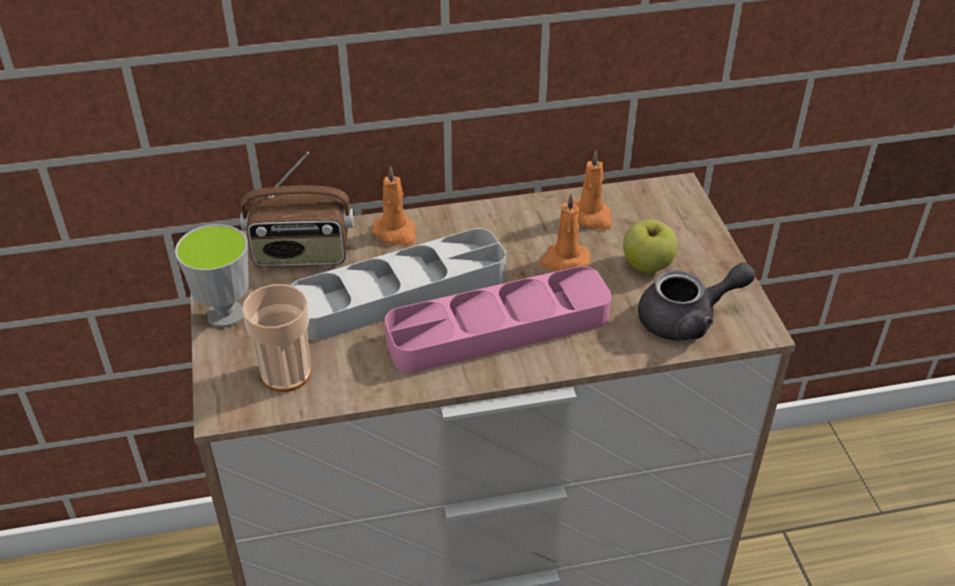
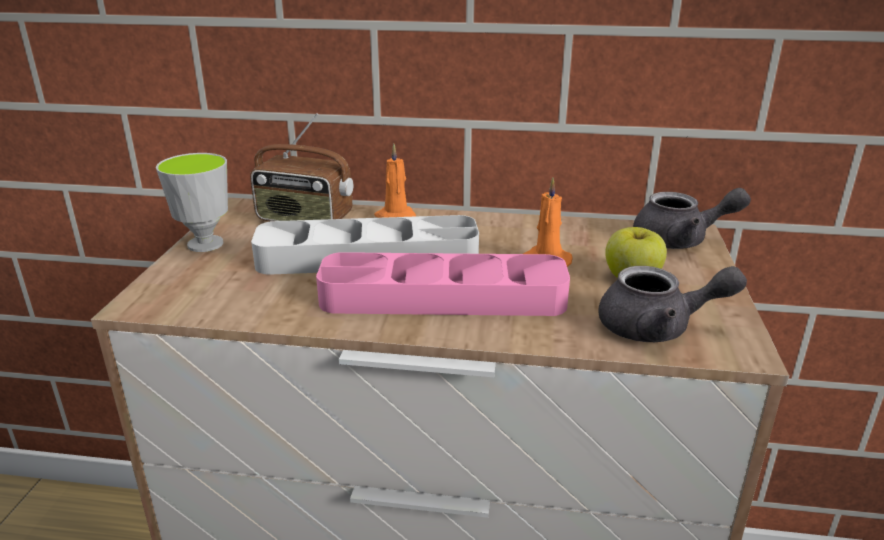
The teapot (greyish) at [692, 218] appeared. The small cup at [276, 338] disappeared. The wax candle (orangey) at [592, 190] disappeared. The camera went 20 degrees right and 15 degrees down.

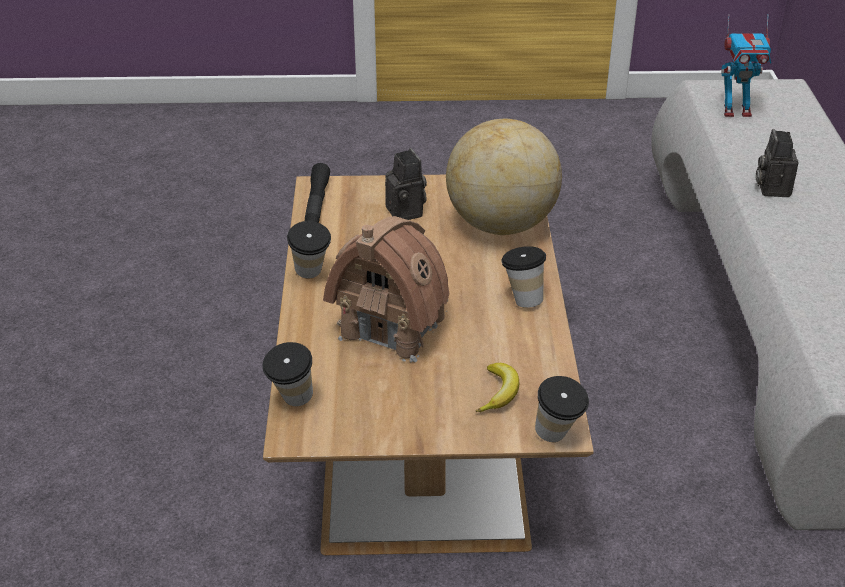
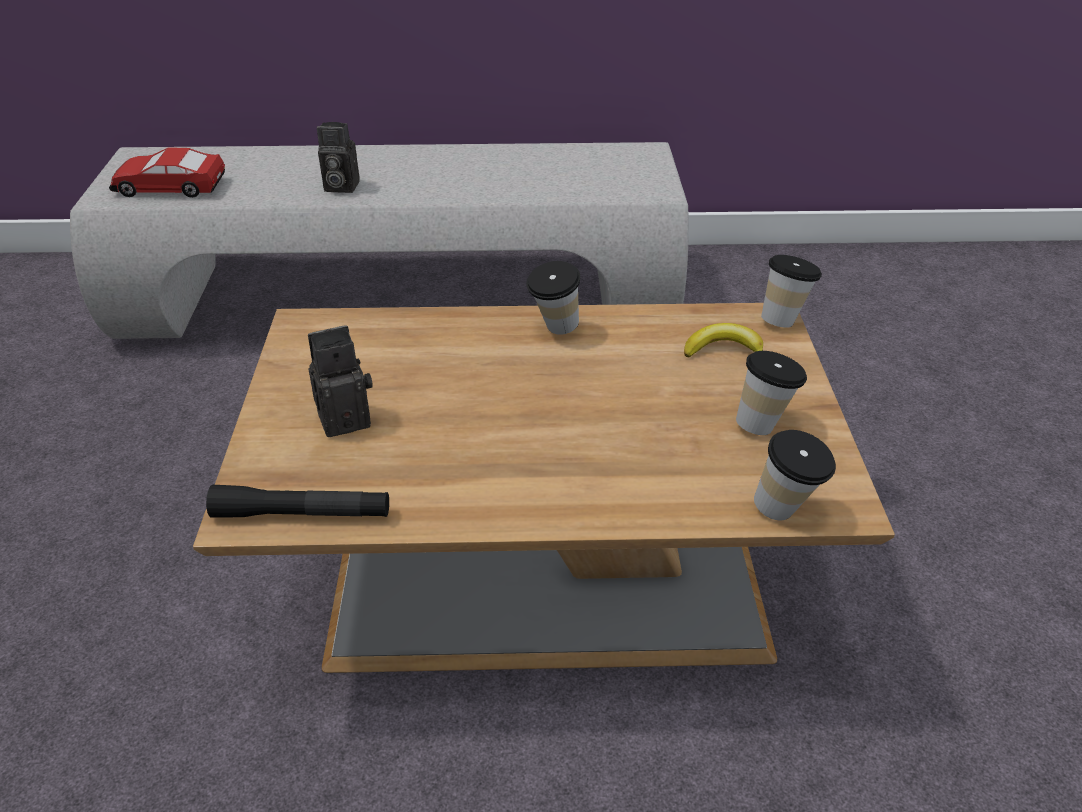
The toy robot at [746, 65] was replaced by the toy car at [167, 172]. The small cup moved from [309, 249] to [771, 393]. The toy house at [386, 289] disappeared. The globe at [504, 177] disappeared. The camera went 90 degrees left and 0 degrees up.

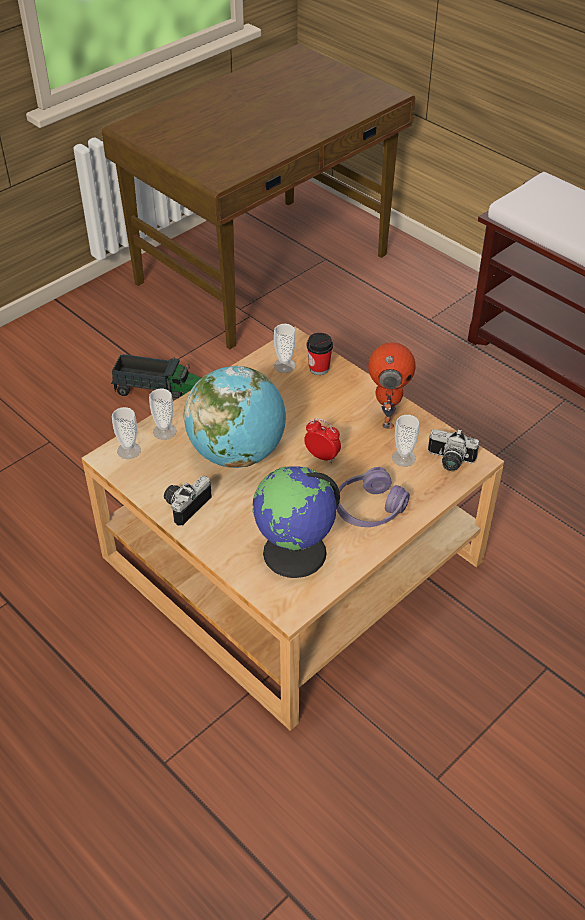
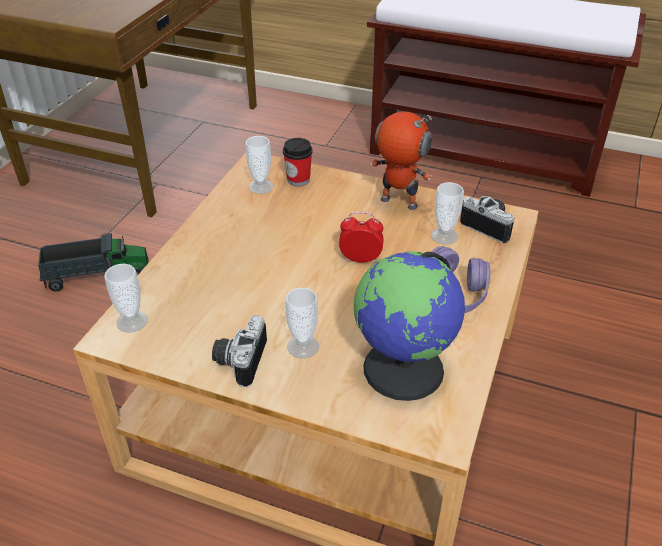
The small cup moved from [163, 414] to [302, 323]. The toy robot at [391, 386] turned 45 degrees counterclockwise. The photo camera at [453, 450] turned 135 degrees counterclockwise. The globe at [235, 417] disappeared. The camera went 25 degrees left and 5 degrees down.

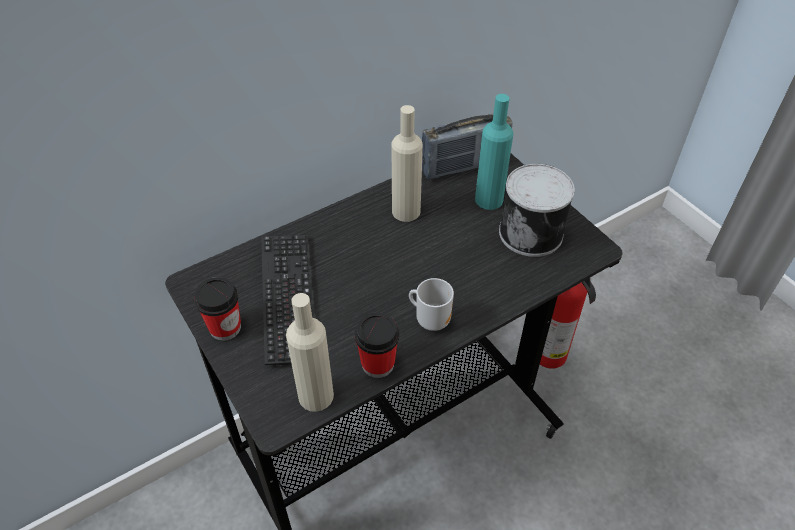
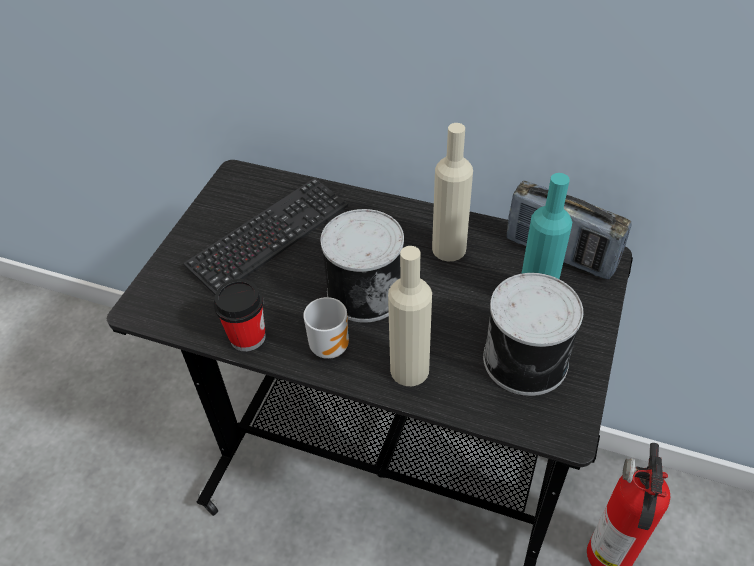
The can at [362, 266] appeared. The drink bottle (sand-coloured) moved from [310, 352] to [410, 316]. The small cup at [217, 309] disappeared. The camera went 55 degrees right and 0 degrees up.

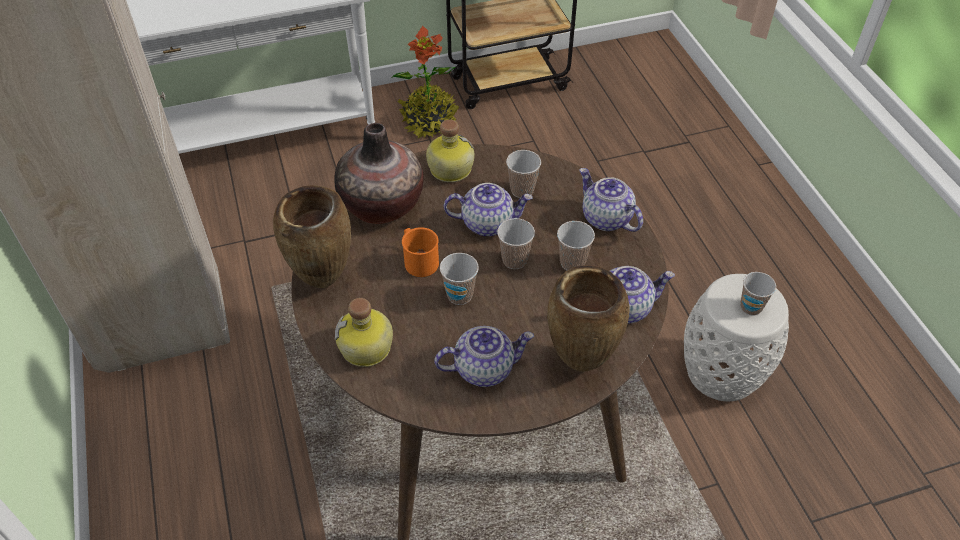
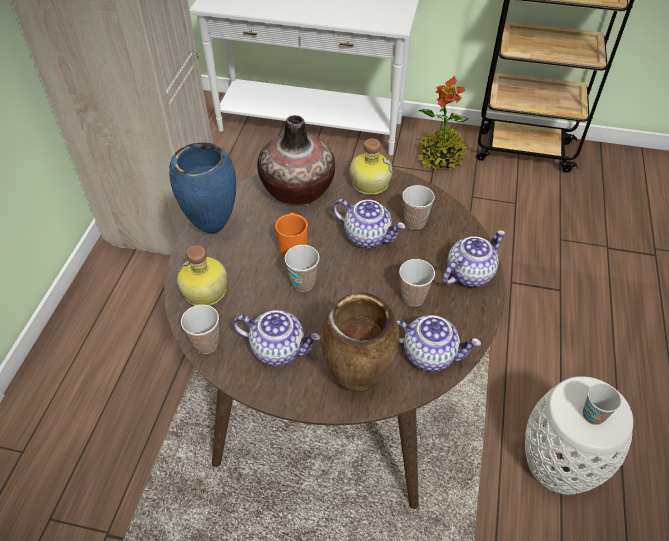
The flower vase (brownish) at [312, 236] became the flower vase (blue-coloured) at [202, 188]. The small cup moved from [516, 243] to [200, 329]. The teapot at [611, 200] turned 60 degrees clockwise. The camera went 30 degrees right and 0 degrees up.

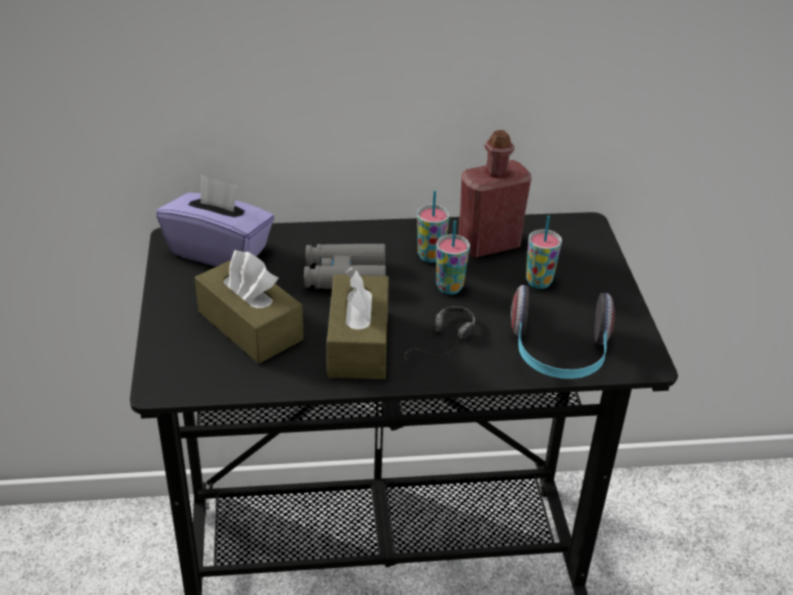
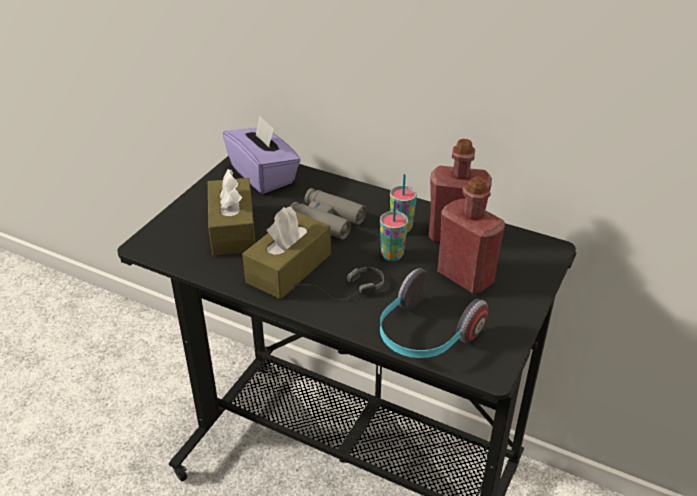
The small cup at [544, 252] was replaced by the drink bottle (reddish) at [471, 235]. The camera went 35 degrees right and 0 degrees up.

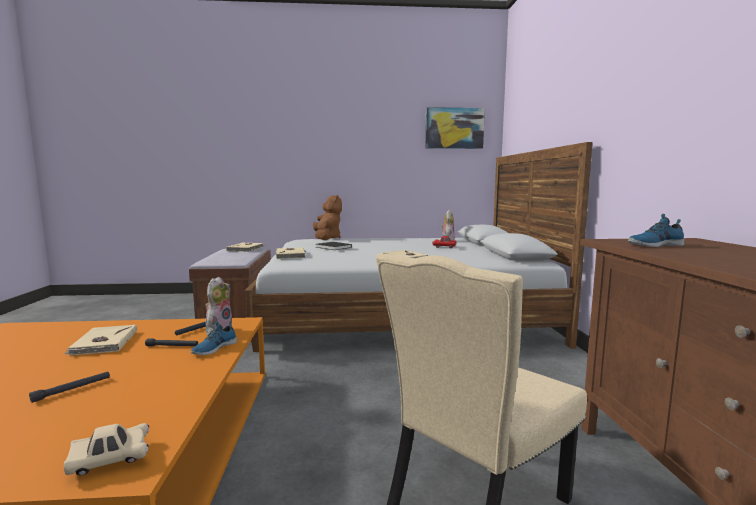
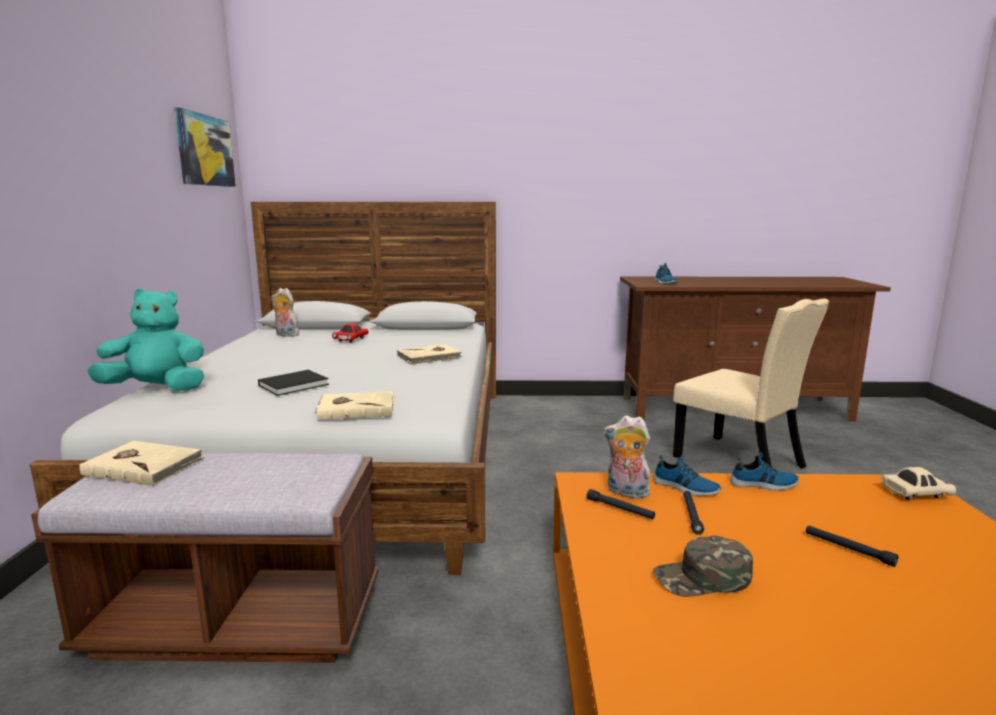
The plush toy (brownish) at [327, 217] became the plush toy (turquoise-coloured) at [145, 339]. The book (sand-coloured) at [100, 340] was replaced by the peaked cap (greenish) at [703, 566]. The item of footwear at [764, 471] appeared. The toy car (sand-coloured) at [106, 449] turned 105 degrees clockwise. The camera went 85 degrees left and 5 degrees up.

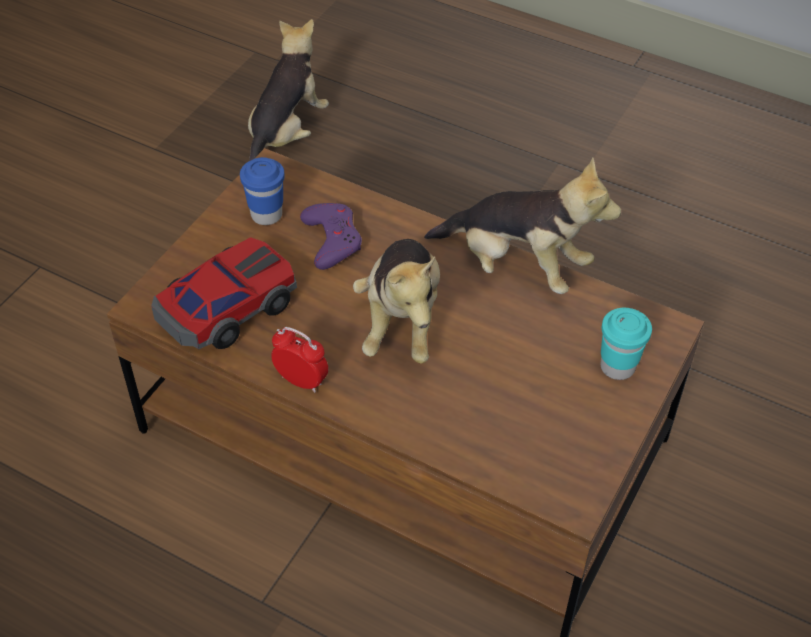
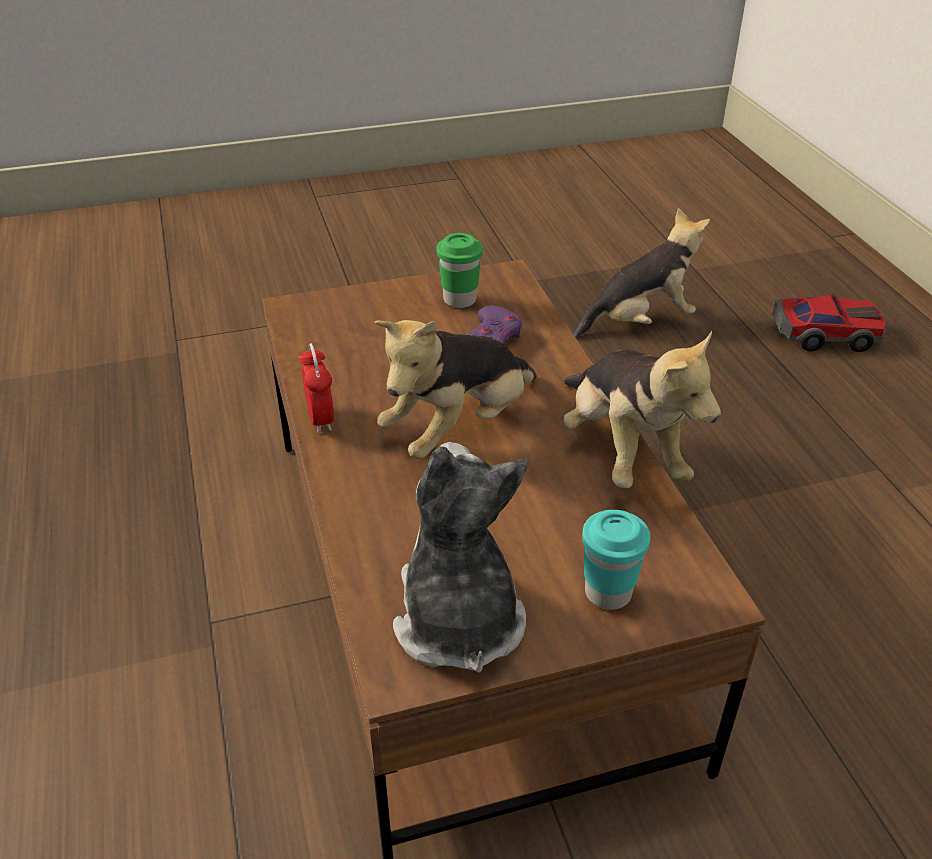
The plush toy at [460, 557] appeared. The small cup (blue-coloured) at [262, 191] became the small cup (greenish) at [459, 270]. The toy car moved from [224, 293] to [829, 323]. The camera went 45 degrees right and 10 degrees down.

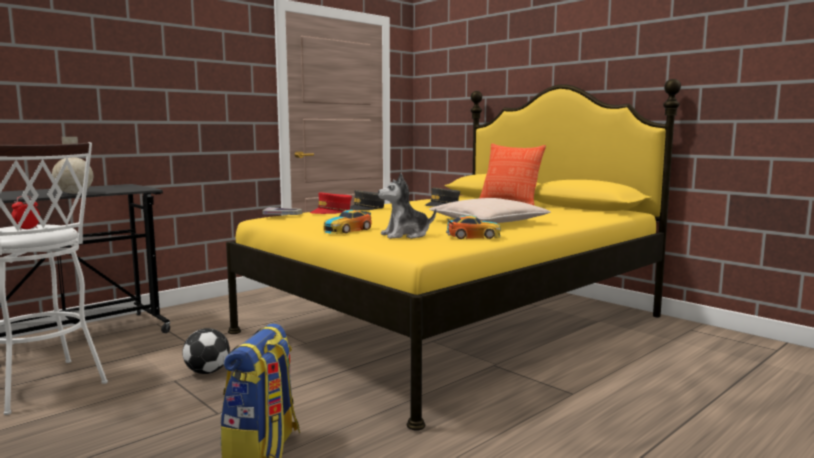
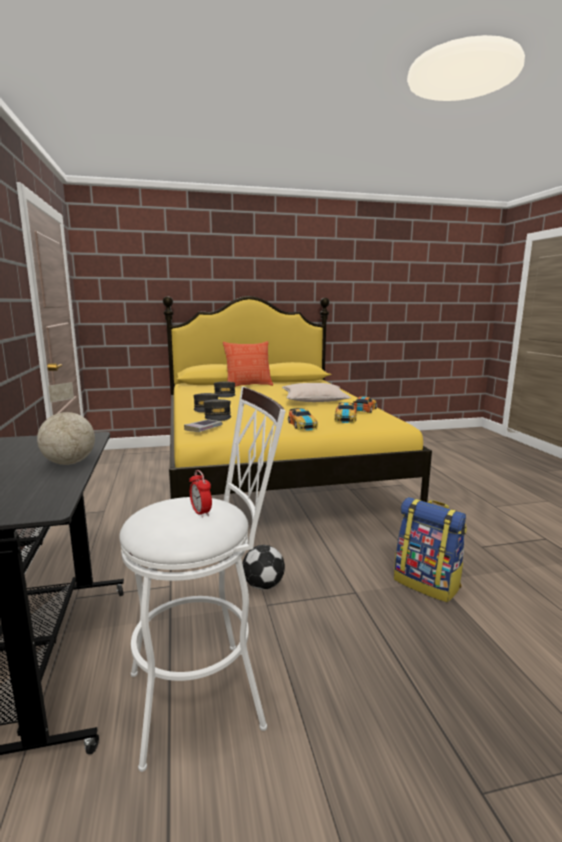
The peaked cap (reddish) at [331, 203] became the peaked cap (greyish) at [217, 410]. The plush toy at [407, 206] was replaced by the toy car at [345, 412]. The camera went 60 degrees left and 5 degrees up.

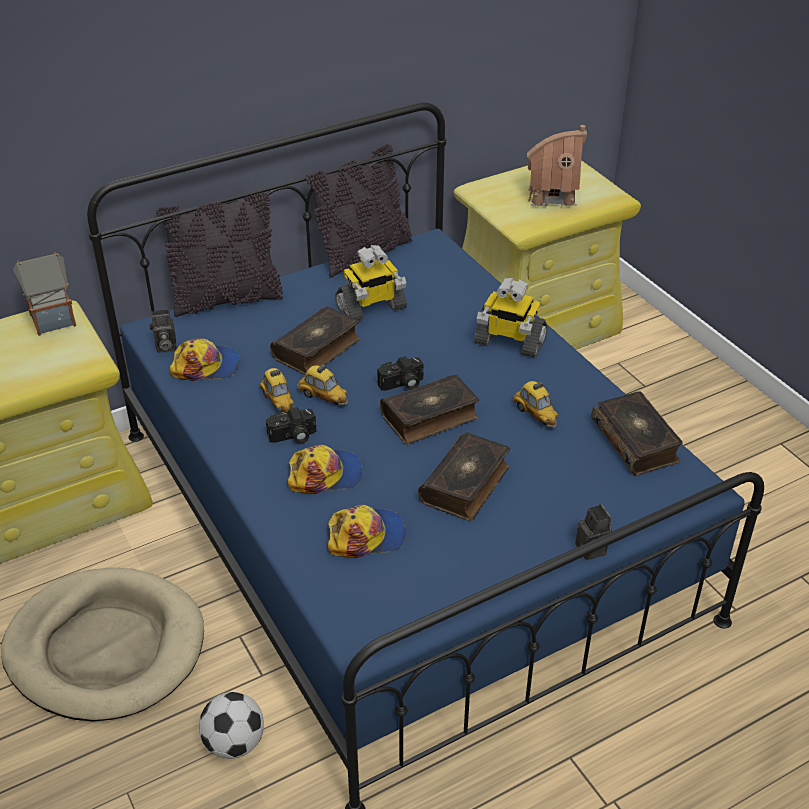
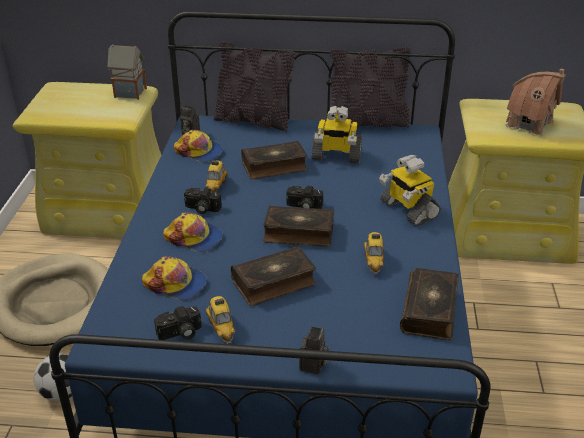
The photo camera at [178, 323] appeared. The toy car moved from [322, 384] to [220, 320]. The camera went 35 degrees right and 5 degrees down.

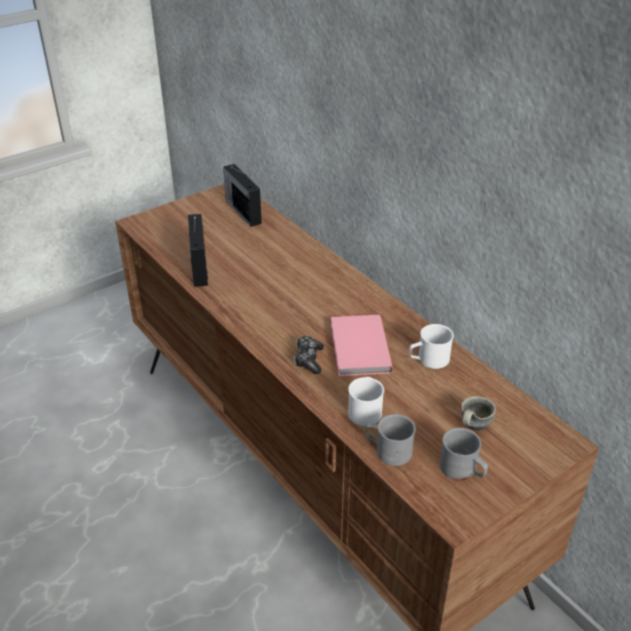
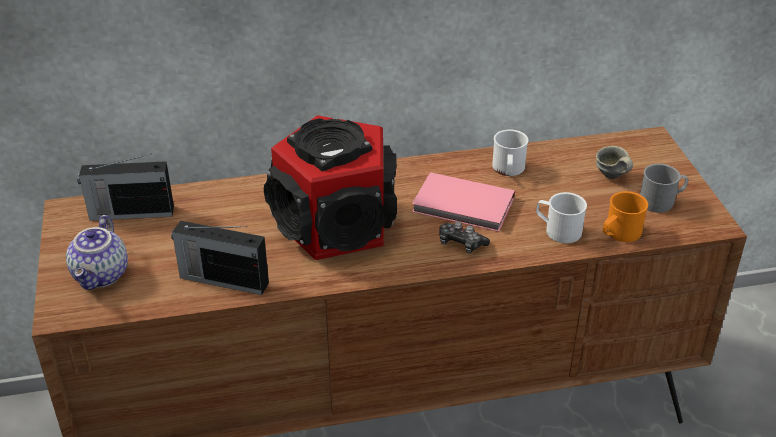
The teapot at [97, 252] appeared. The speaker at [330, 187] appeared. The mug (greyish) at [390, 440] became the mug (orangey) at [625, 216]. The camera went 65 degrees left and 0 degrees up.

